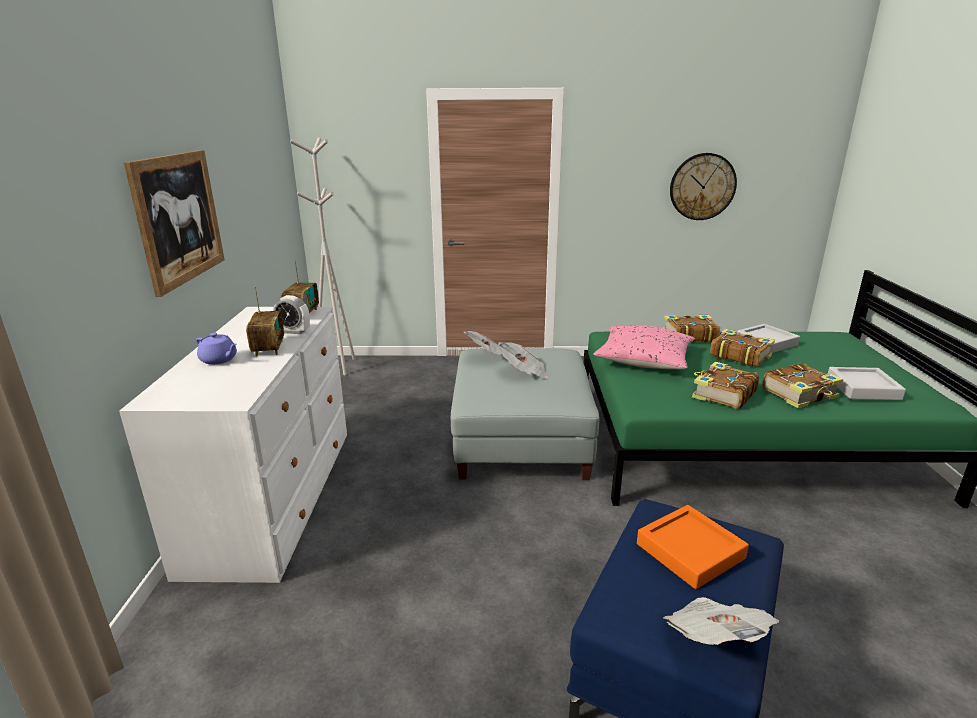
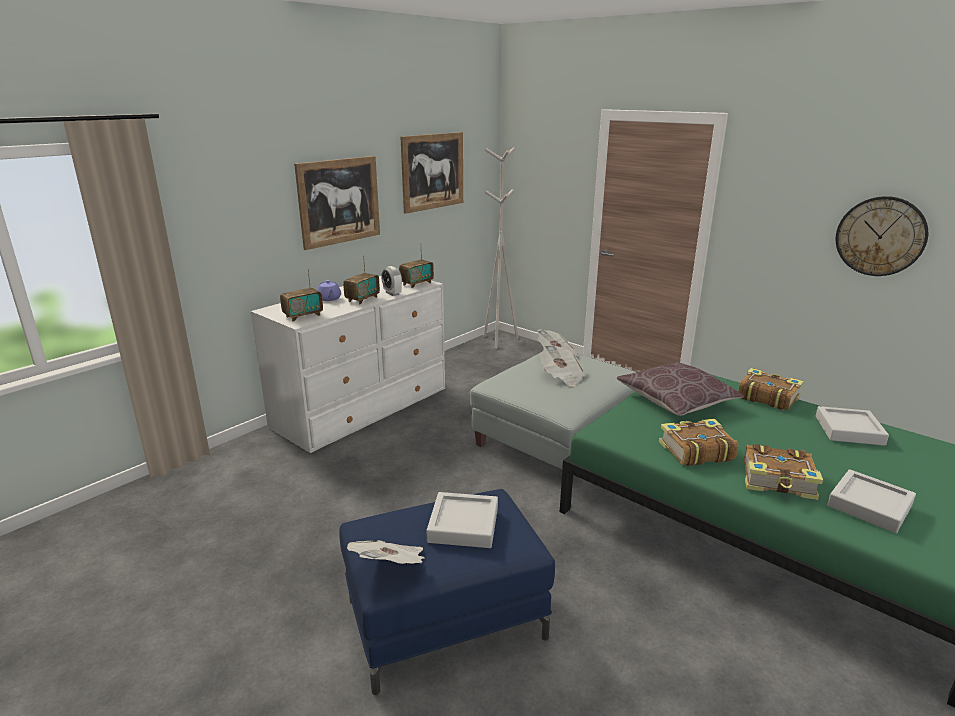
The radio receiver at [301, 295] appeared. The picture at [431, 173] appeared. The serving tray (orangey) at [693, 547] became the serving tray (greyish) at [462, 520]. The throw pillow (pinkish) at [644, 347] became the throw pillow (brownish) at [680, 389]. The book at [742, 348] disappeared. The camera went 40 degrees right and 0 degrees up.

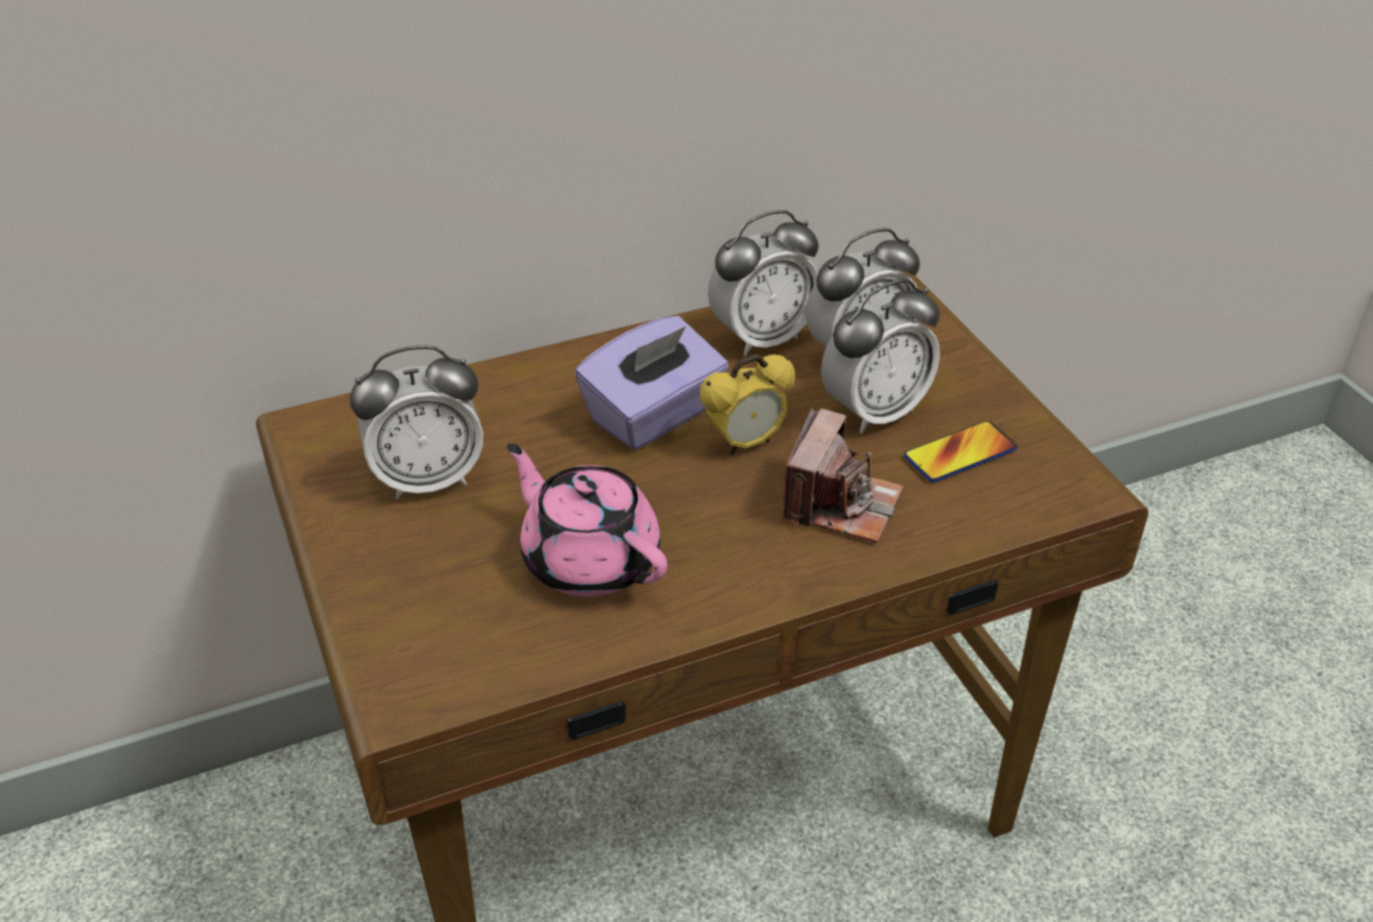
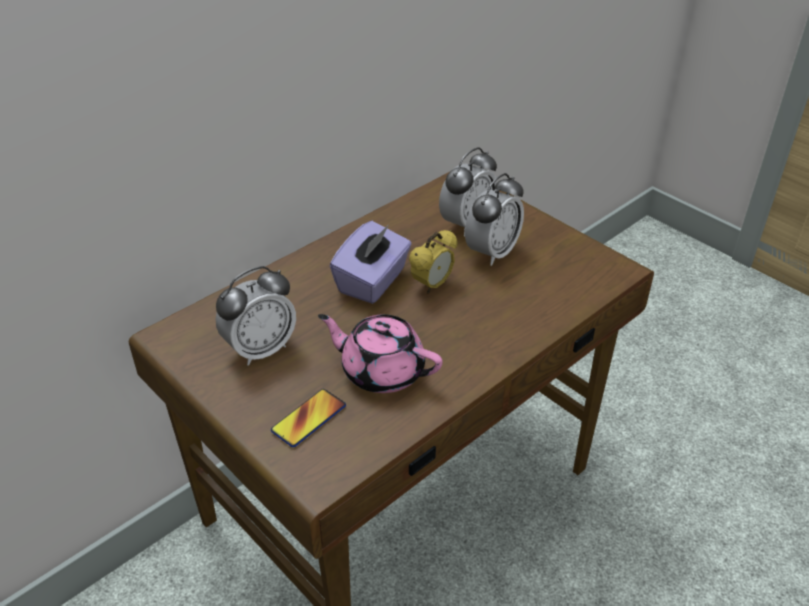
The phone moved from [960, 451] to [308, 418]. The bedside clock at [763, 283] disappeared. The photo camera at [842, 475] disappeared. The camera went 20 degrees left and 0 degrees up.

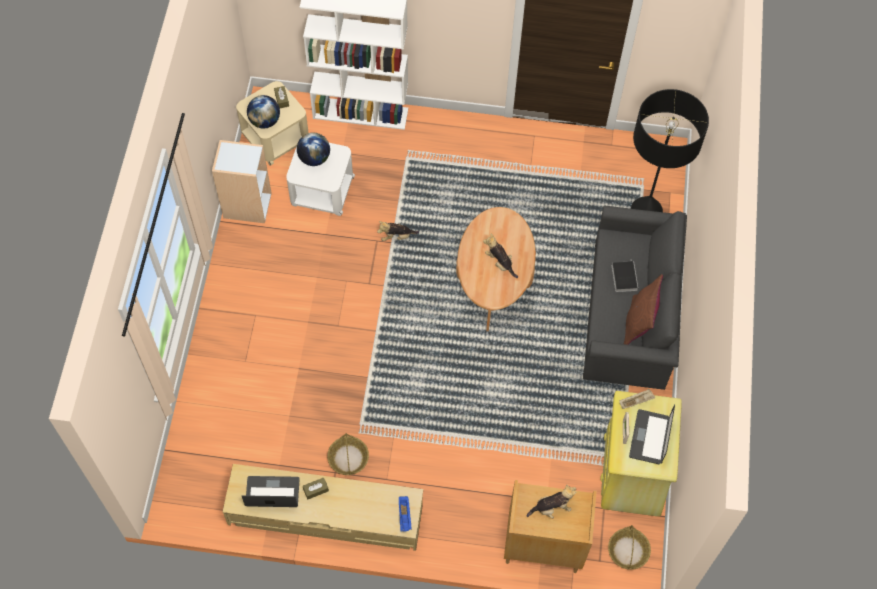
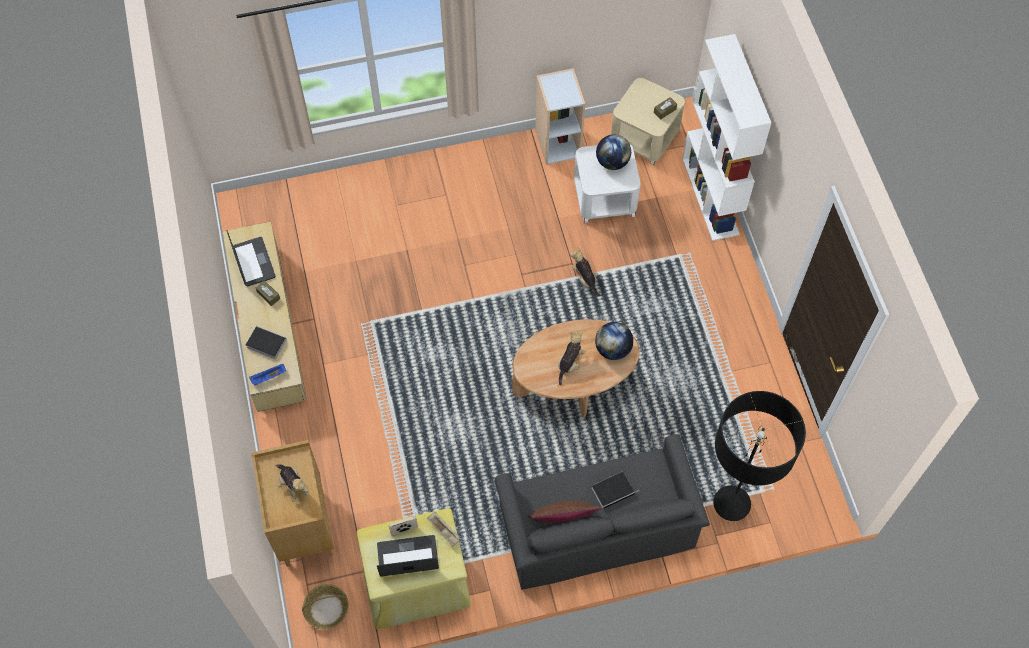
The book at [266, 342] appeared. The globe moved from [263, 112] to [614, 341]. The basket at [348, 454] disappeared. The camera went 70 degrees right and 0 degrees up.

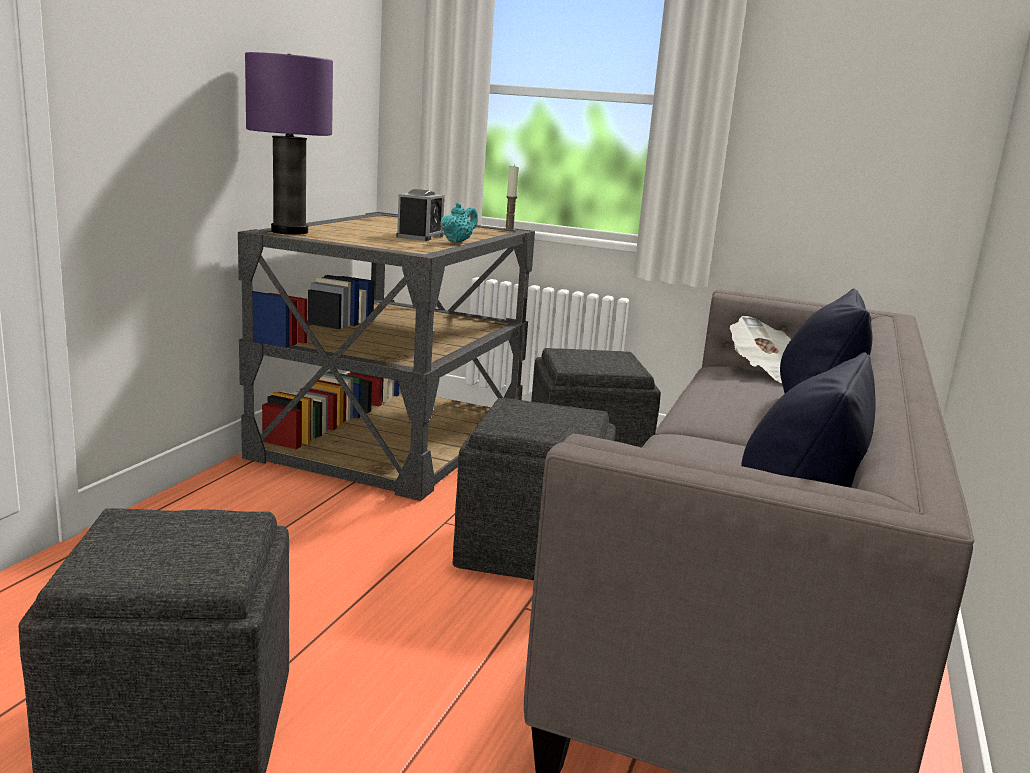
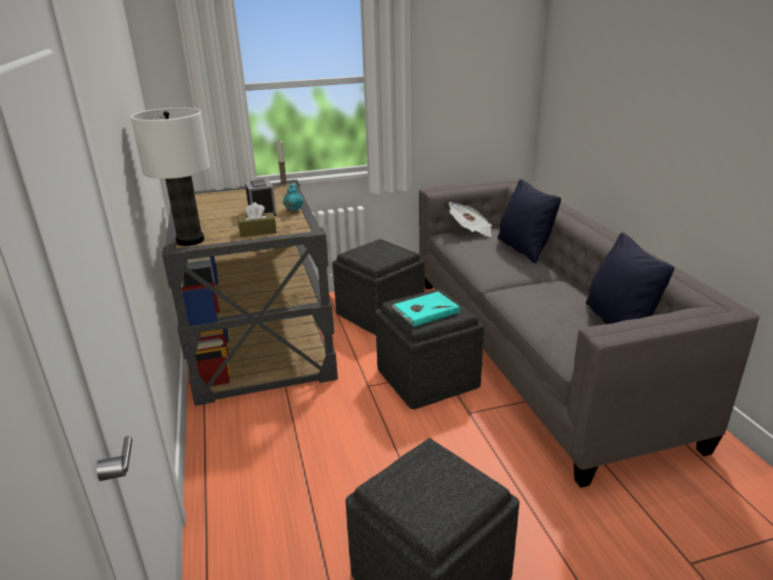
The lamp for a table (purplish) at [289, 143] became the lamp for a table (white-coloured) at [170, 177]. The box of tissues (brownish) at [257, 219] appeared. The book (turquoise-coloured) at [426, 309] appeared. The camera went 35 degrees left and 10 degrees up.

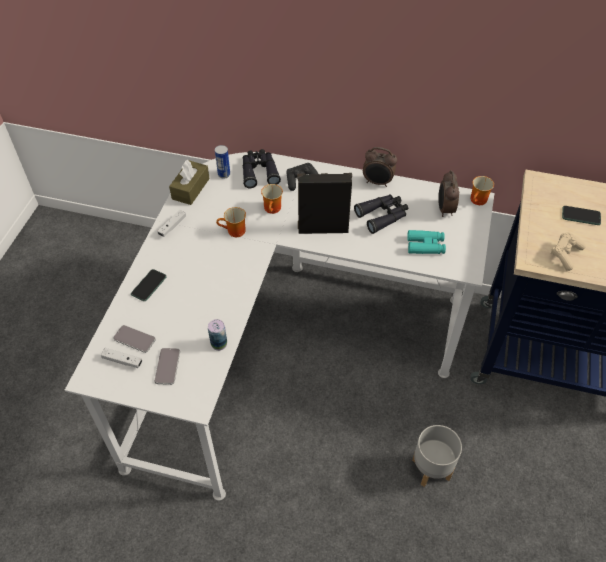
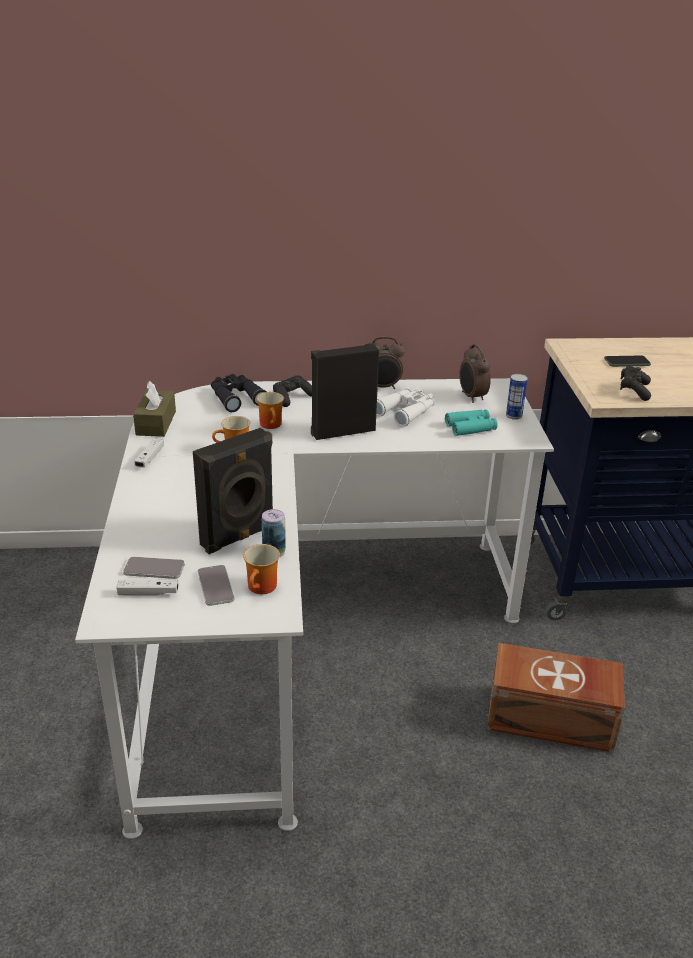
The speaker (blackish) at [233, 491] appeared. The mug moved from [482, 190] to [261, 569]. The pair of binoculars (blackish) at [381, 214] became the pair of binoculars (white-coloured) at [405, 407]. The flower pot (greyish) at [437, 456] was replaced by the storage box (brownish) at [556, 697]. The can moved from [222, 162] to [517, 397]. The game controller (sand-coloured) at [568, 251] became the game controller (blackish) at [635, 383]. The phone at [149, 285] disappeared. The camera went 20 degrees left and 20 degrees down.

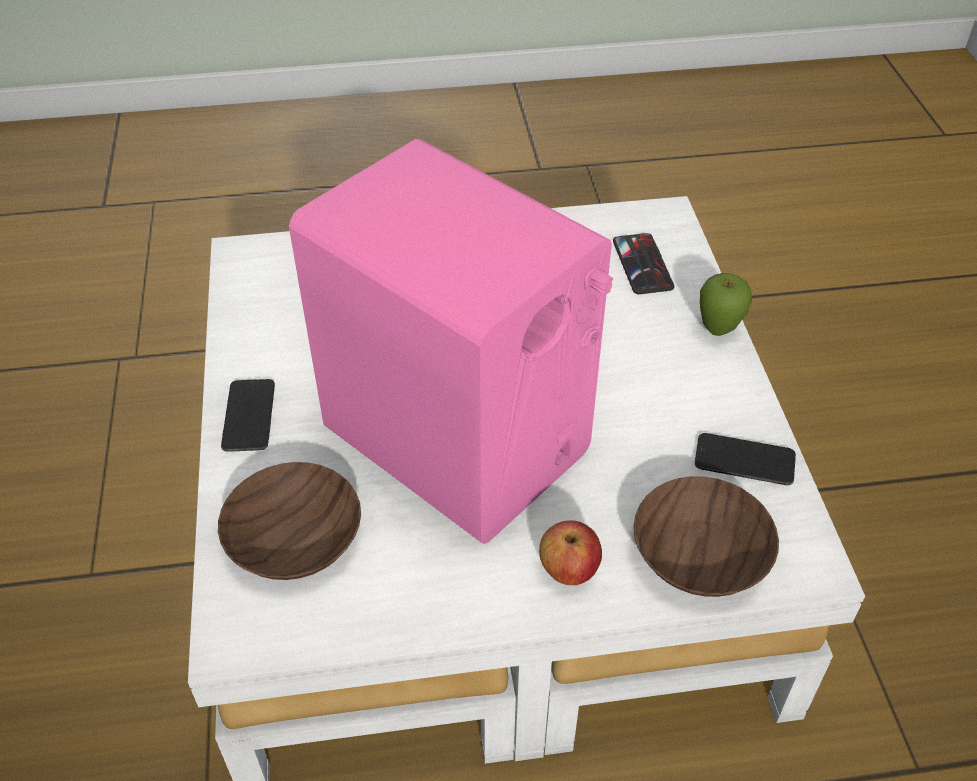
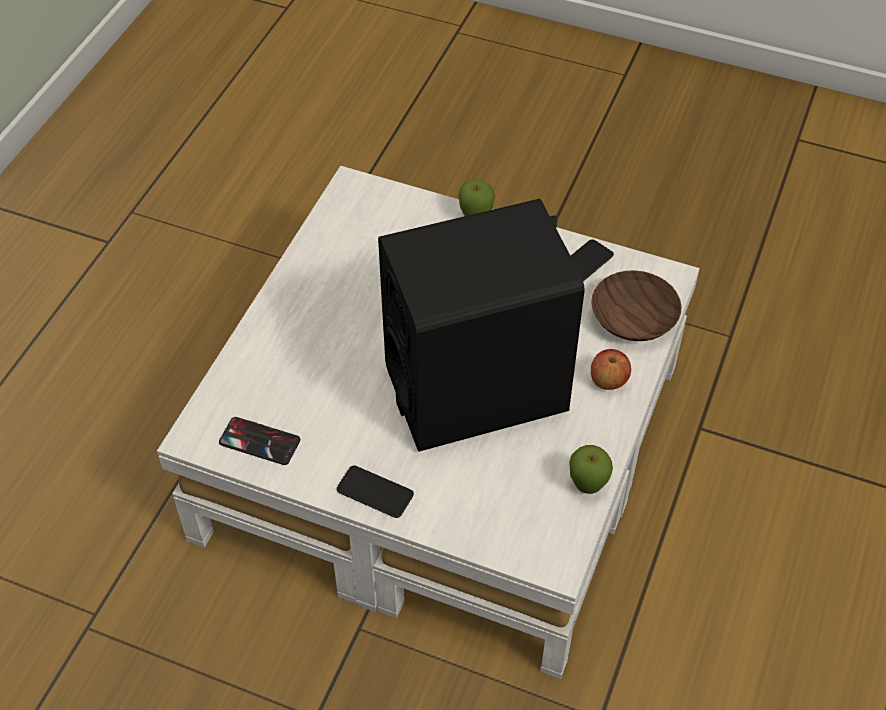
The phone moved from [643, 263] to [259, 441]. The speaker (pinkish) at [451, 341] became the speaker (blackish) at [481, 325]. The apple fruit at [591, 469] appeared. The deep dish (brownish) at [289, 521] disappeared. The camera went 60 degrees left and 5 degrees up.

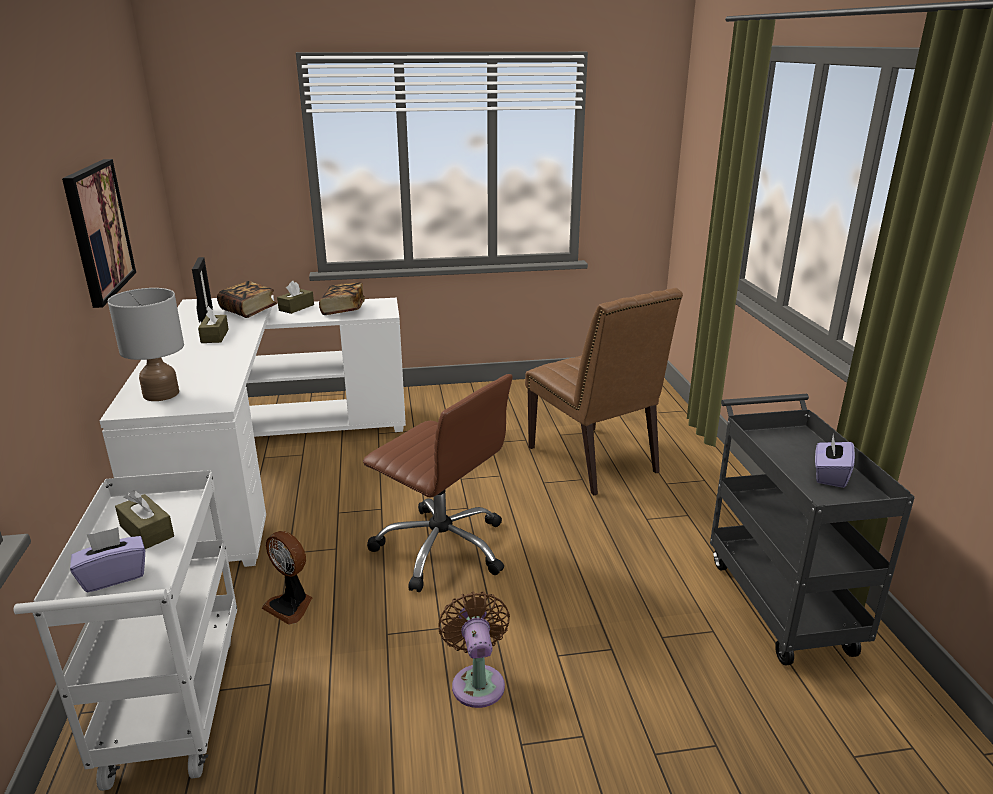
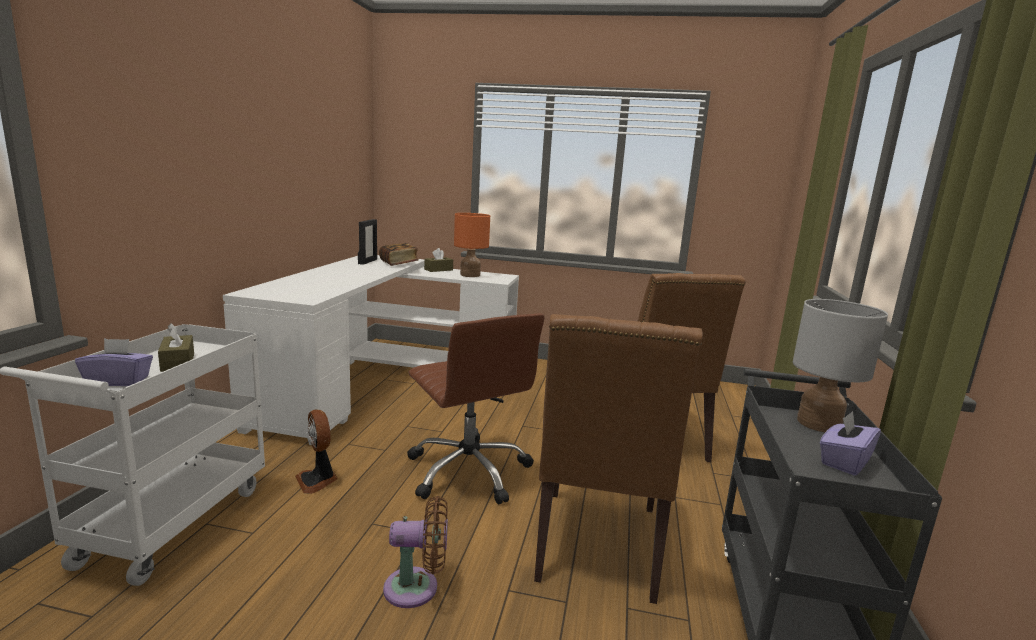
The fan (brownish) at [474, 649] turned 75 degrees clockwise. The book at [342, 298] was replaced by the lamp for a table (orangey) at [472, 245]. The plain chair (brownish) at [618, 459] appeared. The lamp for a table (greyish) moved from [146, 344] to [840, 365]. The picture at [99, 233] disappeared. The box of tissues (brownish) at [213, 324] disappeared. The camera went 20 degrees right and 10 degrees down.

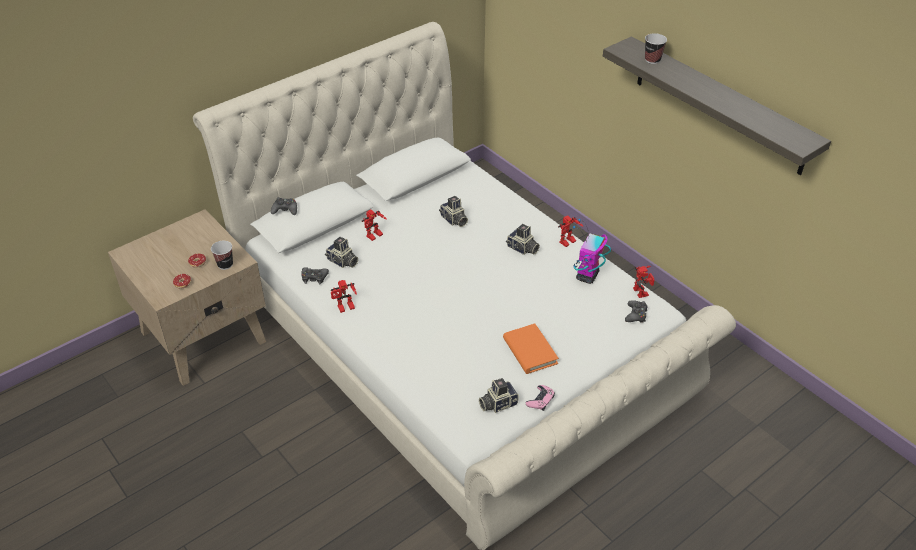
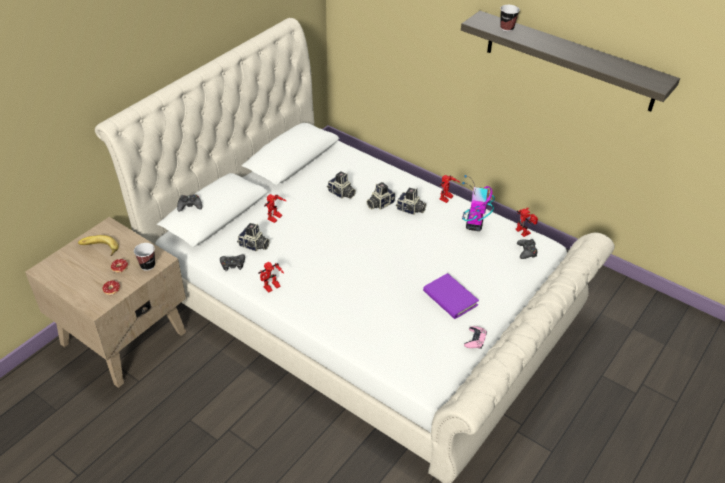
The banana at [98, 245] appeared. The photo camera moved from [498, 395] to [381, 196]. The book (orangey) at [531, 349] became the book (purplish) at [451, 296]. The camera went 15 degrees left and 0 degrees up.

